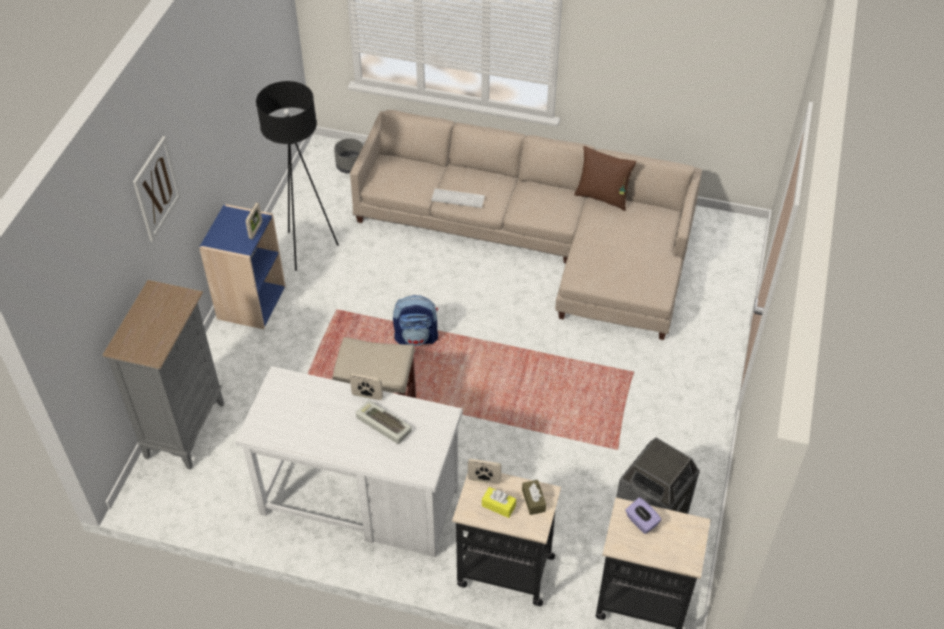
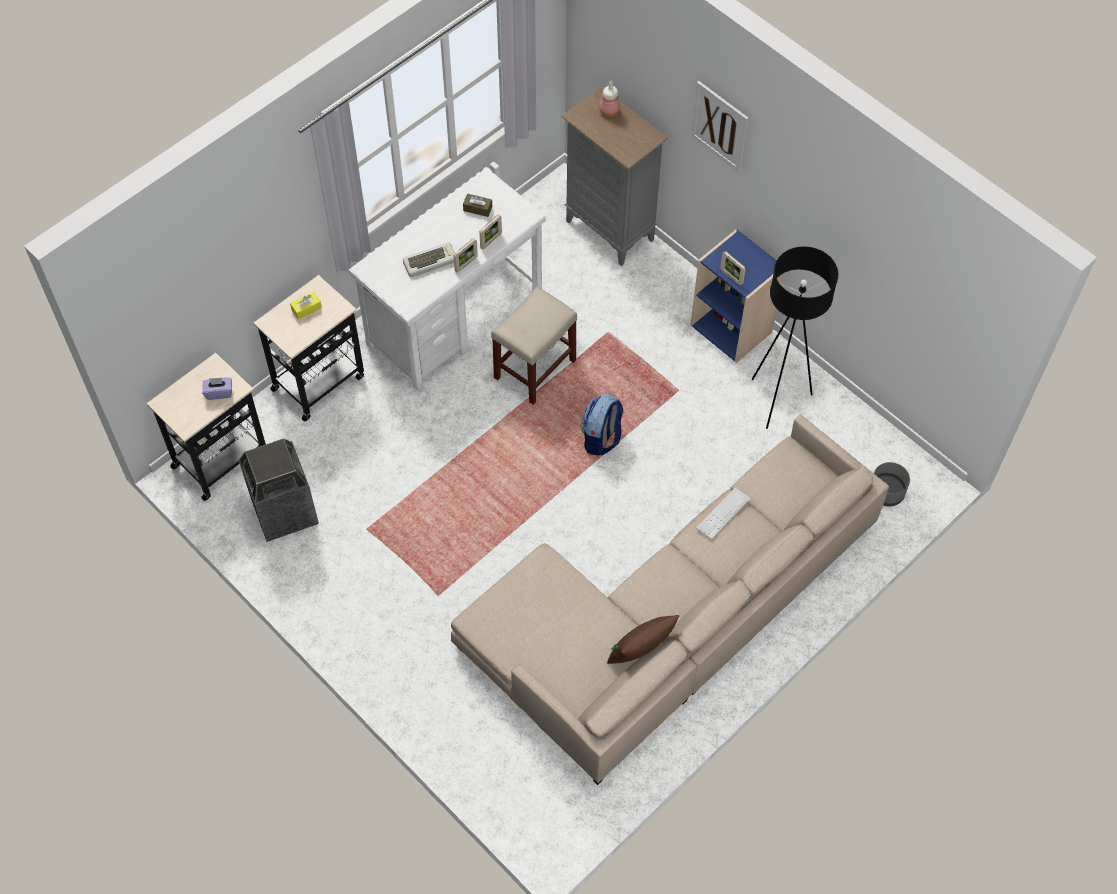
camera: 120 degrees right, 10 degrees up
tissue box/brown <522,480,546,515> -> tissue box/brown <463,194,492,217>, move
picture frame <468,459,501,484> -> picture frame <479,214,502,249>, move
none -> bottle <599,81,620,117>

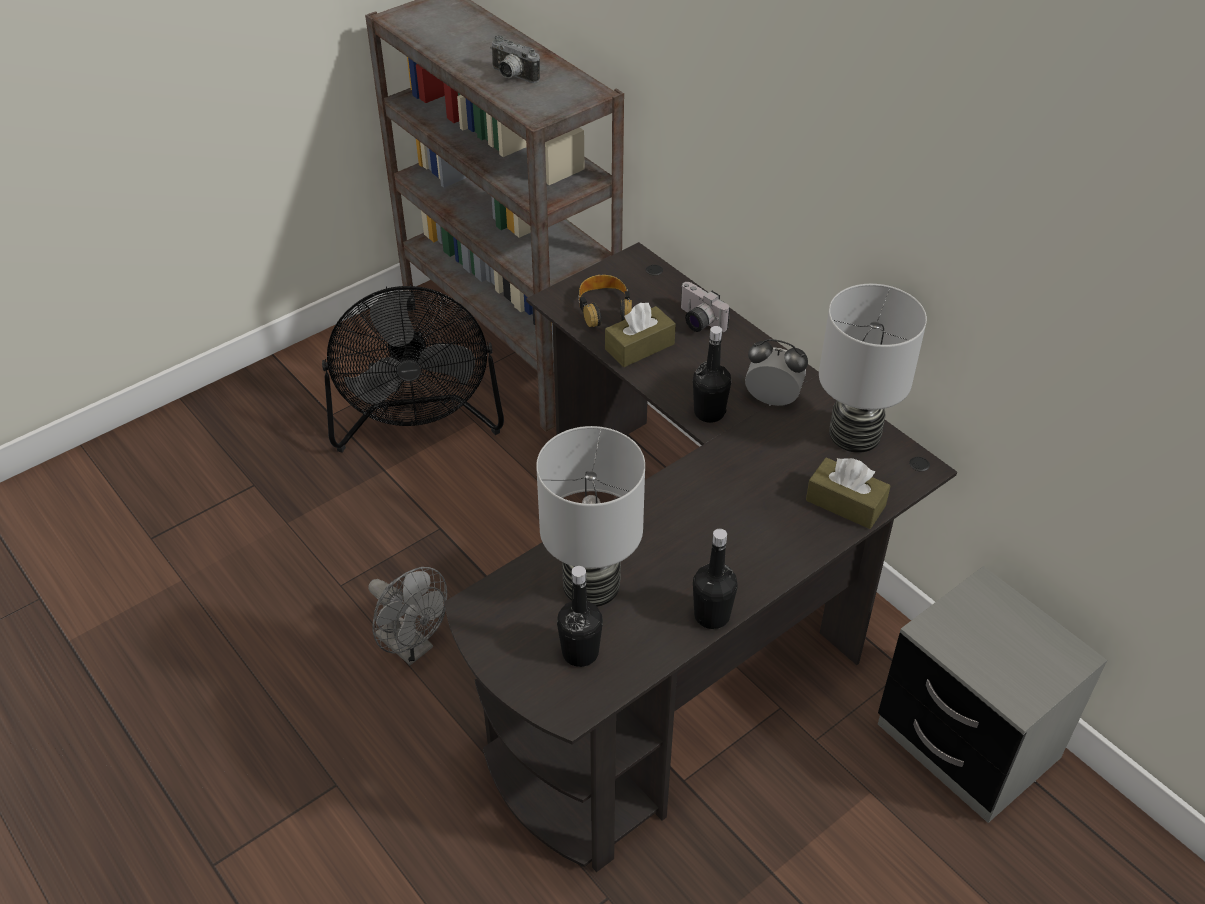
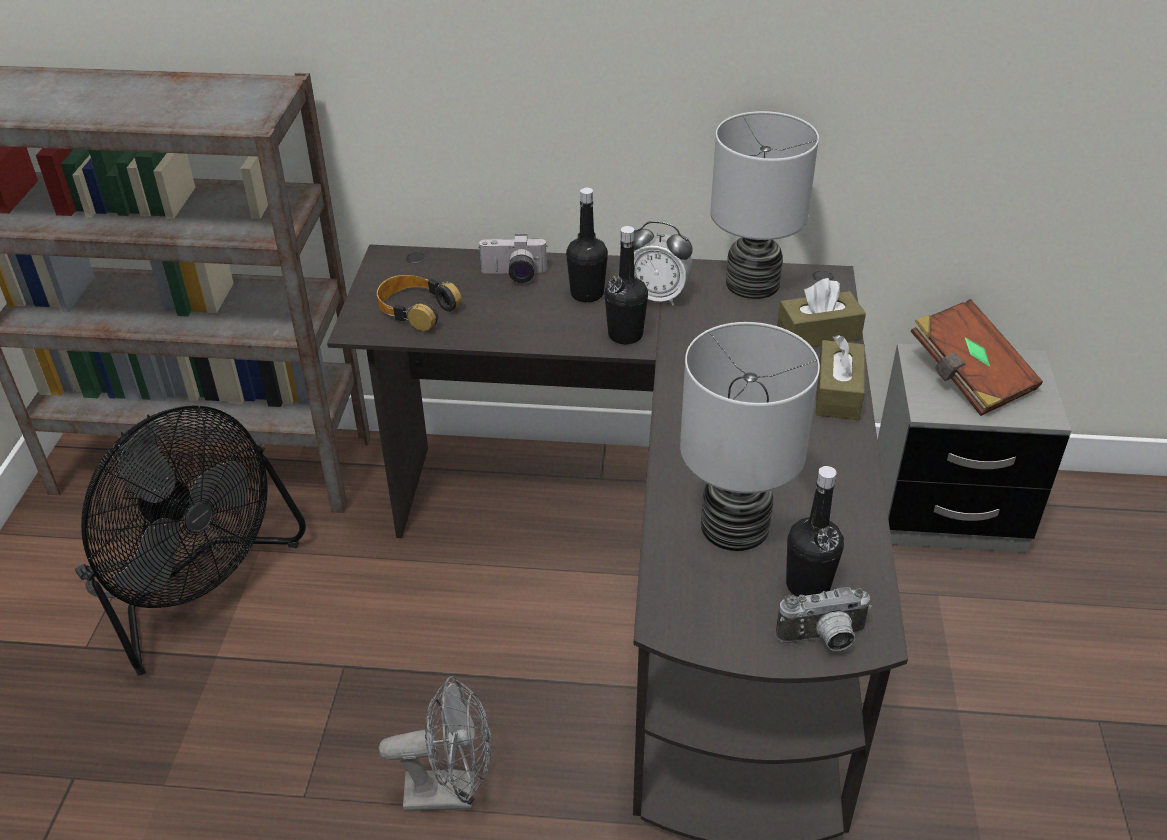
camera: 45 degrees left, 5 degrees down
bottle/black <693,528,738,629> -> bottle/black <566,187,608,302>, move
alarm clock <745,339,808,406> -> alarm clock <634,221,693,306>, 135 degrees counterclockwise
photo camera <490,35,540,83> -> photo camera <776,587,872,651>, move
tissue box/brown <605,303,676,367> -> tissue box/brown <816,335,865,420>, move
none -> book/brown <910,299,1043,416>

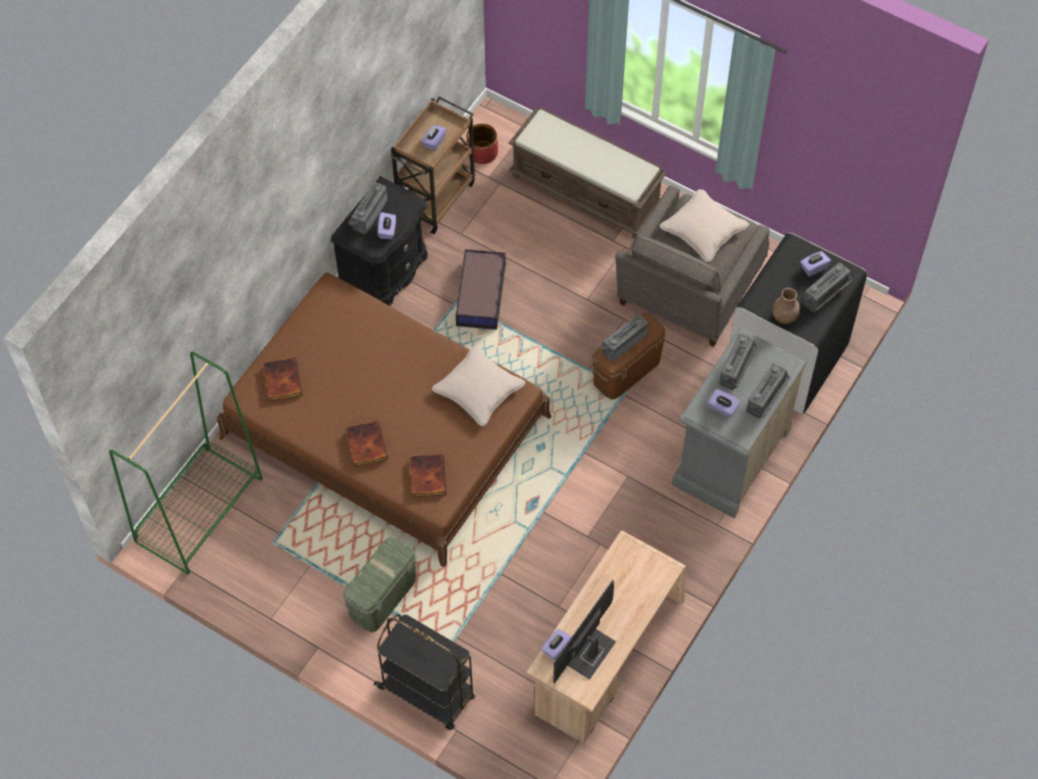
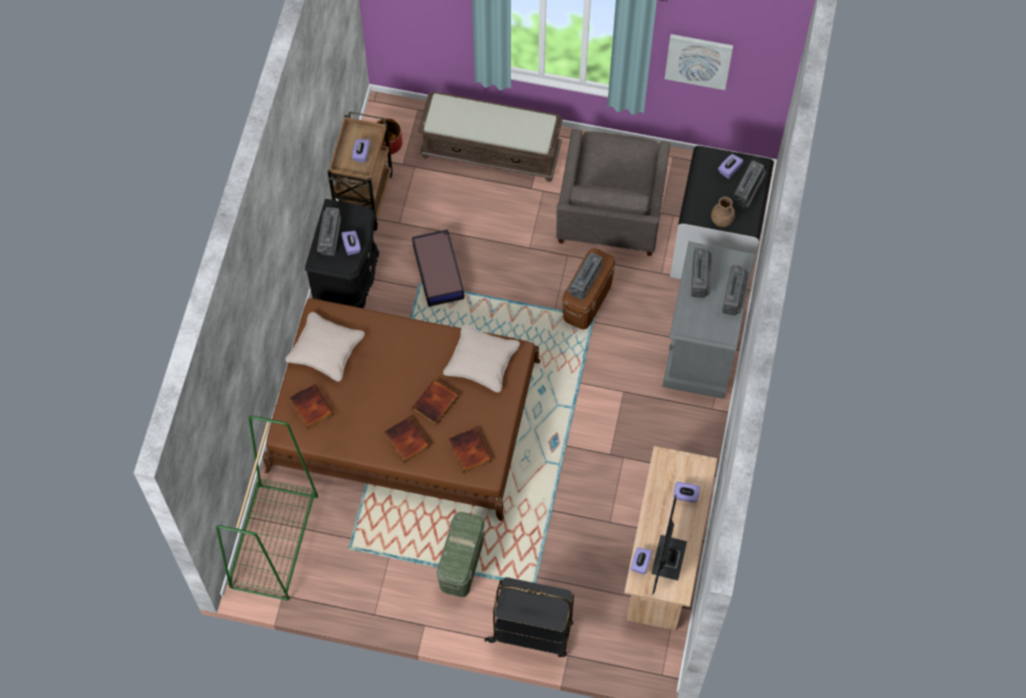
camera: 20 degrees left, 5 degrees up
pillow/beige <660,189,749,262> -> pillow/beige <286,312,365,382>, move
none -> book <412,380,459,426>
none -> picture <665,34,733,90>
tissue box/purple <708,389,740,418> -> tissue box/purple <673,482,700,503>, move

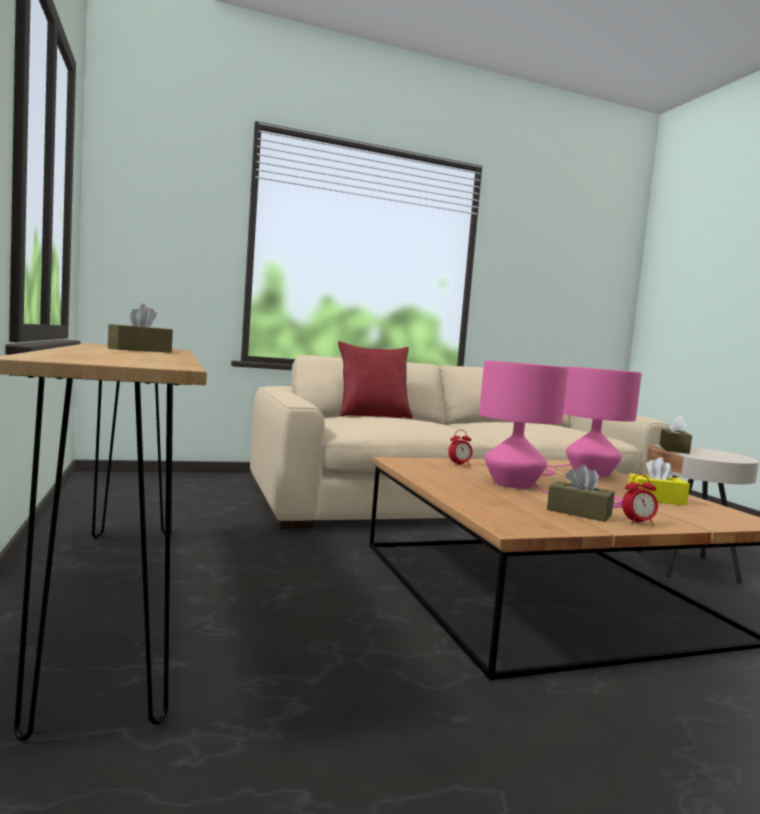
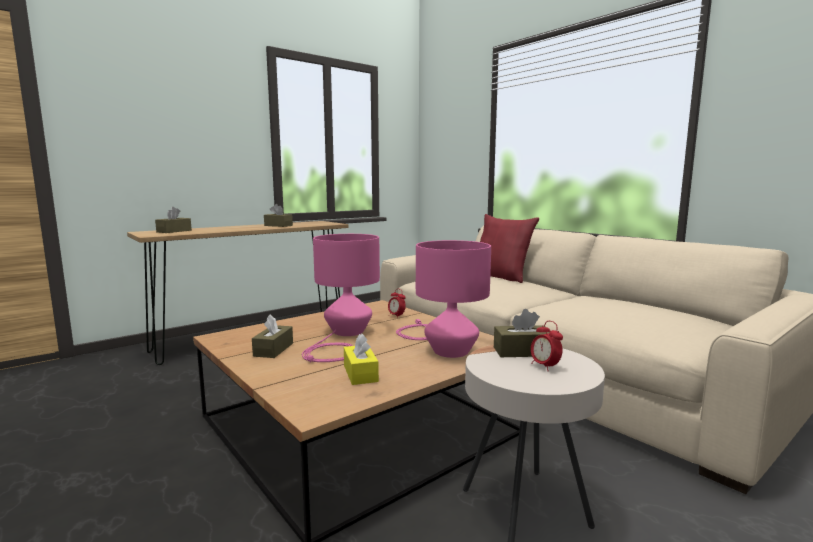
camera: 70 degrees right, 5 degrees up
none -> tissue box/brown <155,207,192,233>
alarm clock <622,474,658,525> -> alarm clock <531,321,563,371>, move

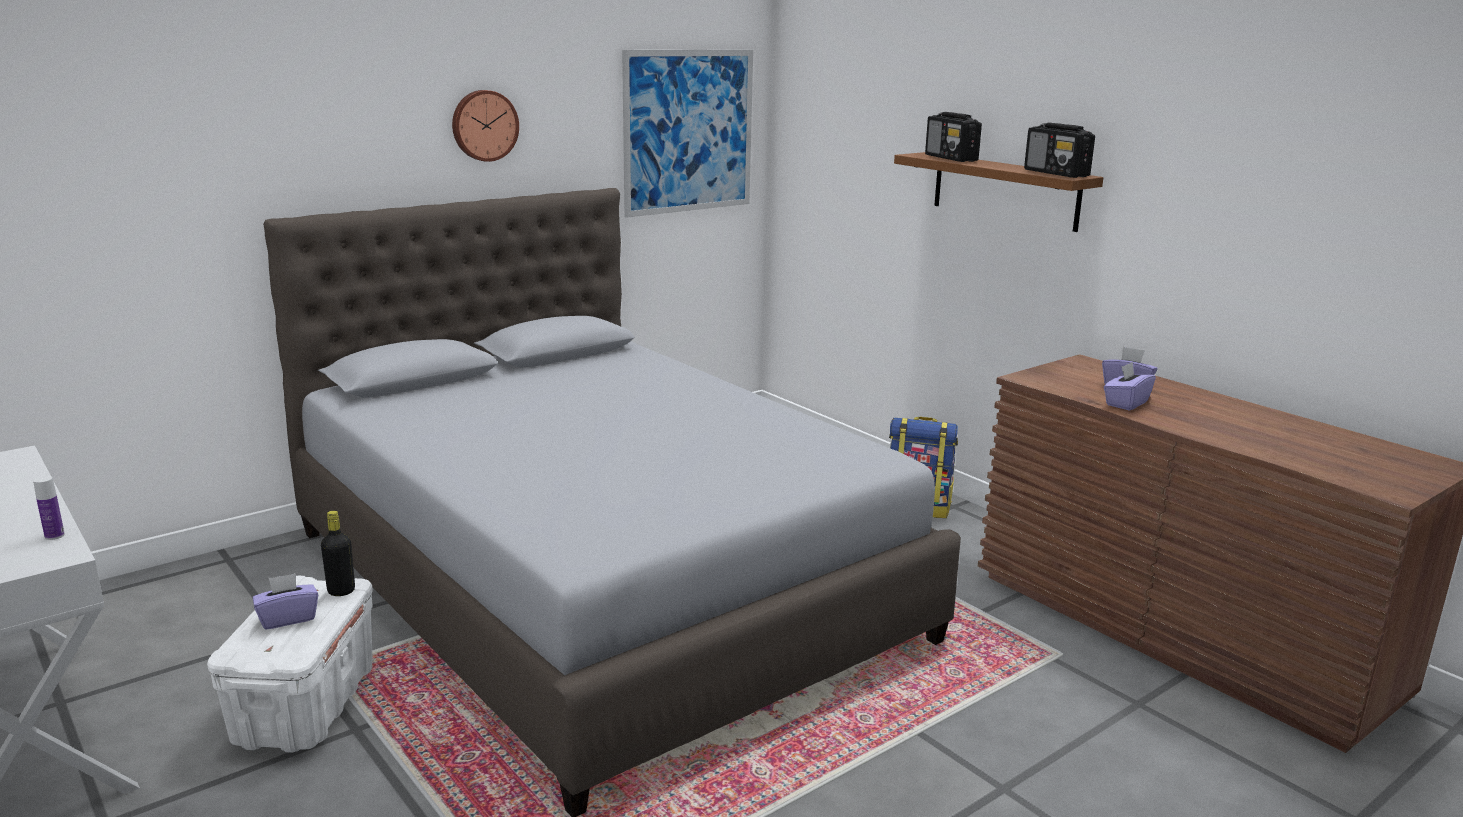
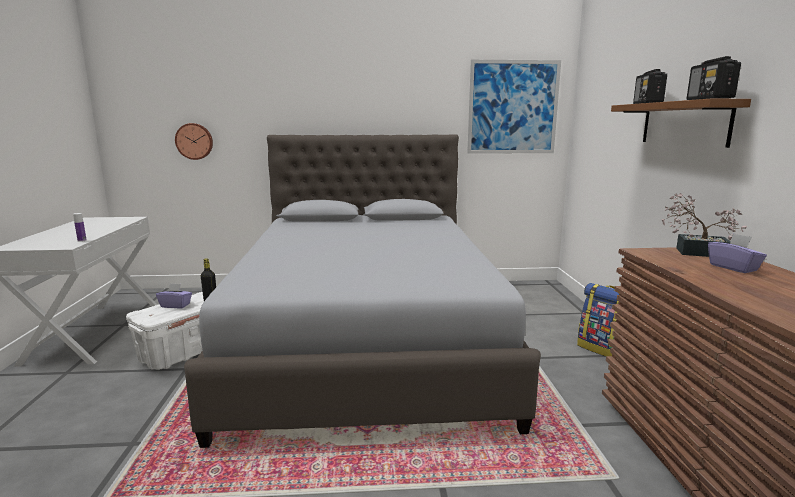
camera: 35 degrees right, 5 degrees down
wall clock <452,90,519,162> -> wall clock <175,123,213,160>, move
none -> potted plant <662,193,747,257>
tissue box/purple <1104,362,1156,411> -> none

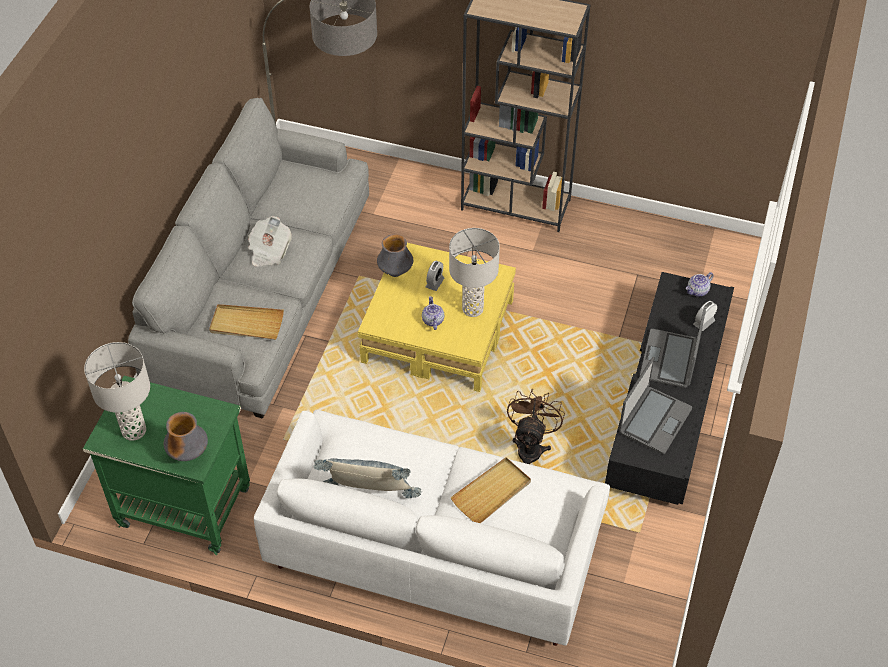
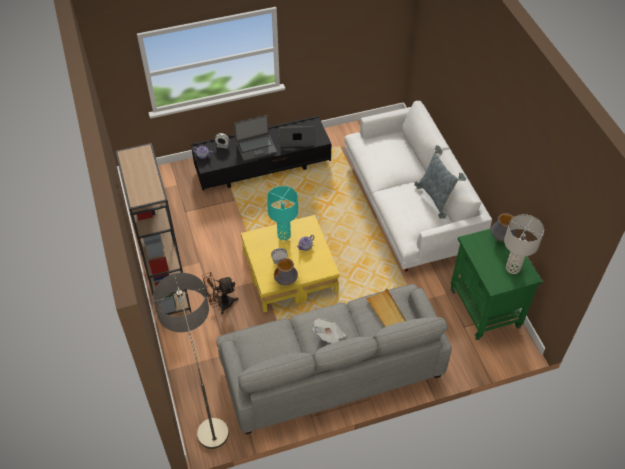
camera: 125 degrees left, 0 degrees up
fan/brown <507,388,565,464> -> fan/brown <202,272,238,314>, move
table lamp/white <449,228,500,317> -> table lamp/turquoise <267,186,298,240>
tray/beige <451,458,531,523> -> none

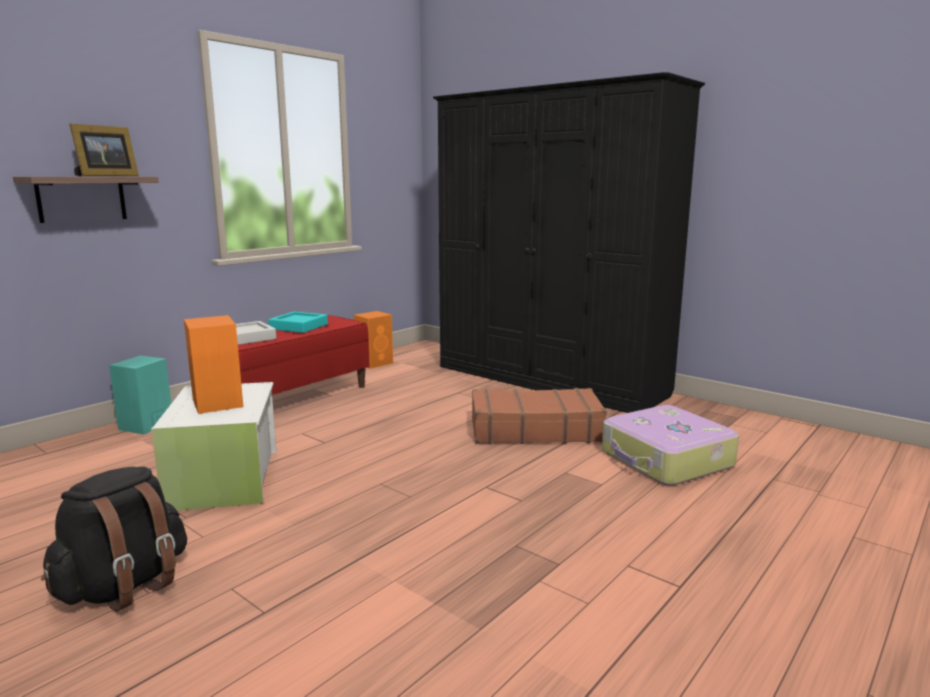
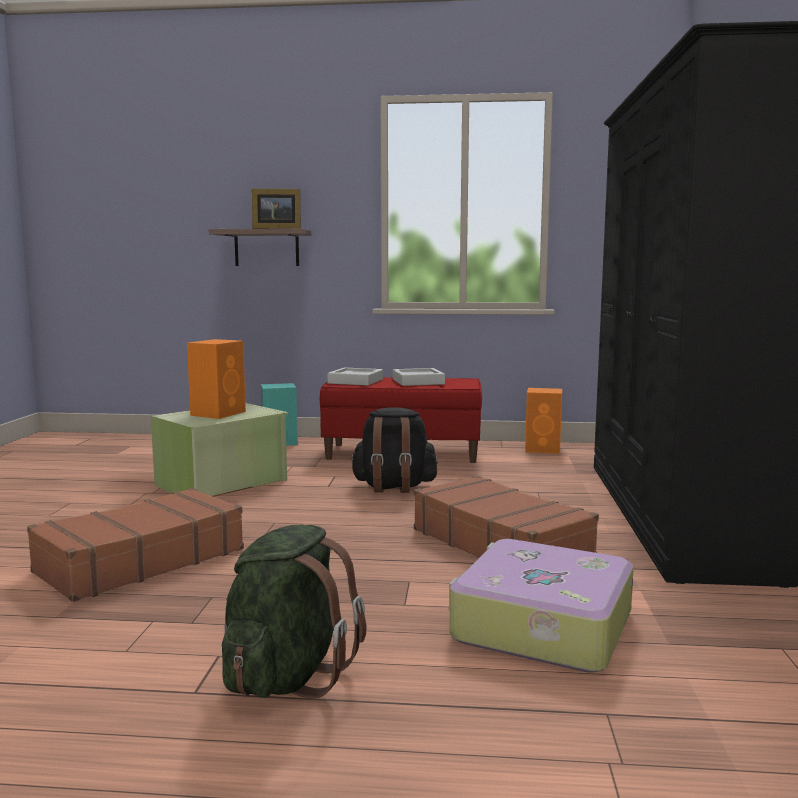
camera: 55 degrees right, 5 degrees down
none -> suitcase/brown <27,488,244,602>
storage box/white <151,382,277,510> -> storage box/green <151,403,288,497>
none -> backpack/green <222,525,366,699>
backpack/black <41,467,187,612> -> backpack/black <350,407,438,493>, move
tray/turquoise <268,312,328,333> -> tray/grey <393,368,445,386>

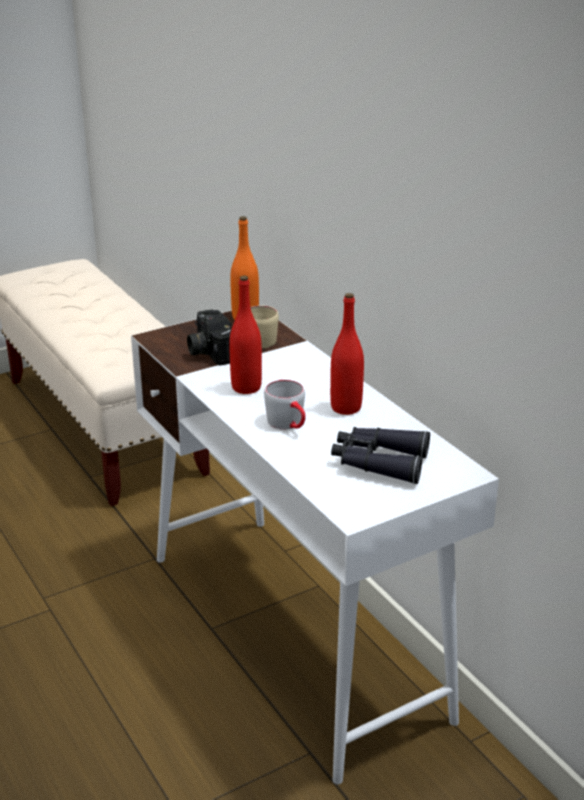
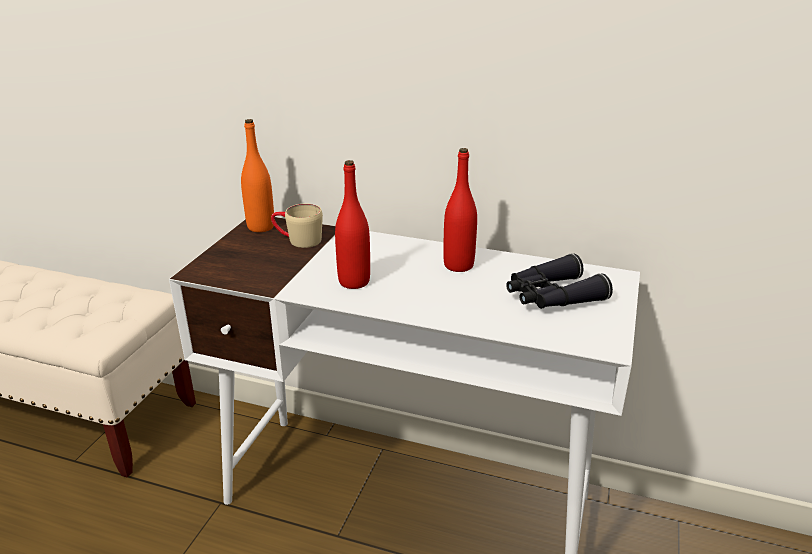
camera: 40 degrees left, 0 degrees up
photo camera <187,309,231,366> -> none
mug/grey <264,379,306,430> -> none

